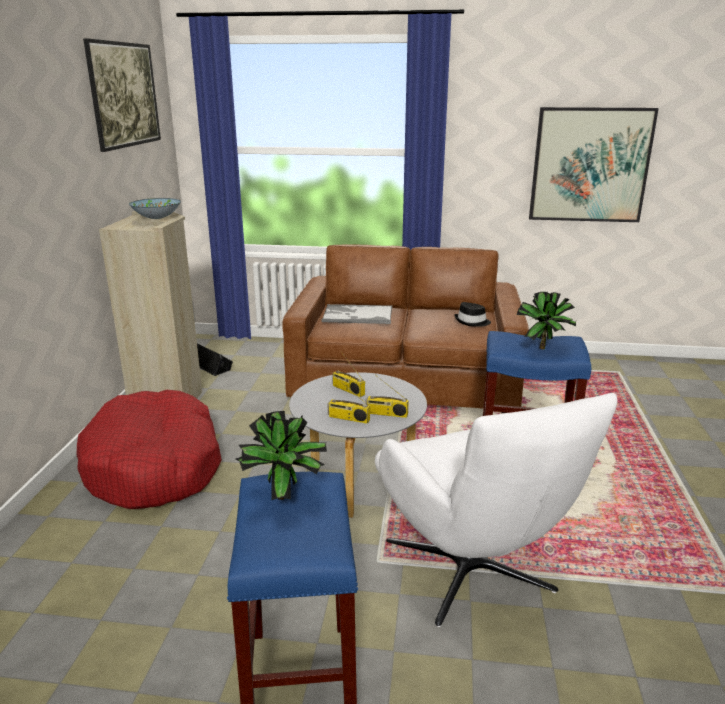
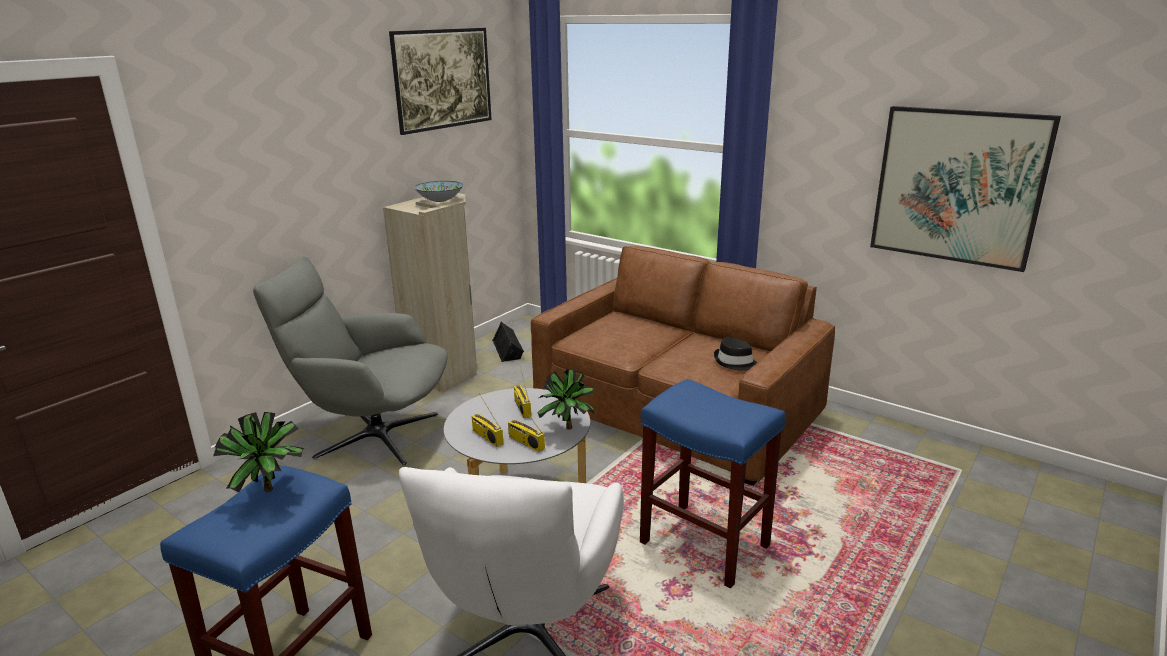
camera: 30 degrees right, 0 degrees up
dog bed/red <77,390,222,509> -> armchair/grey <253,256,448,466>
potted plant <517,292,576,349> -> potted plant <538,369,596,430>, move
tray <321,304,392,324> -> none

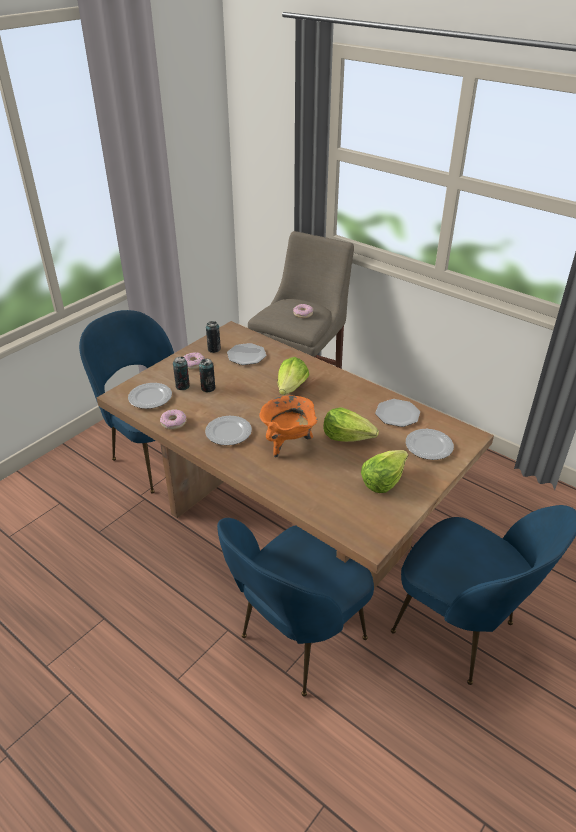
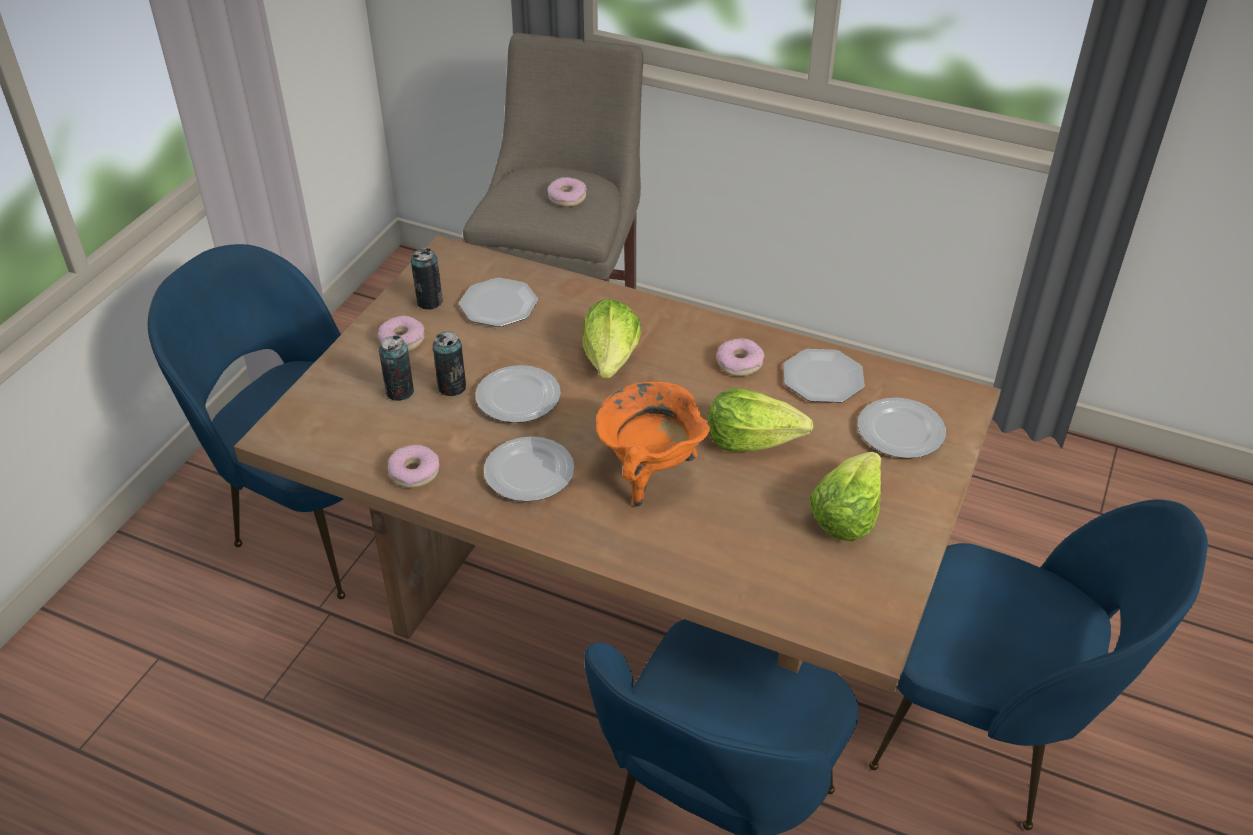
camera: 15 degrees left, 5 degrees up
plate <128,383,172,409> -> plate <476,365,561,423>, move
none -> donut <717,338,765,376>

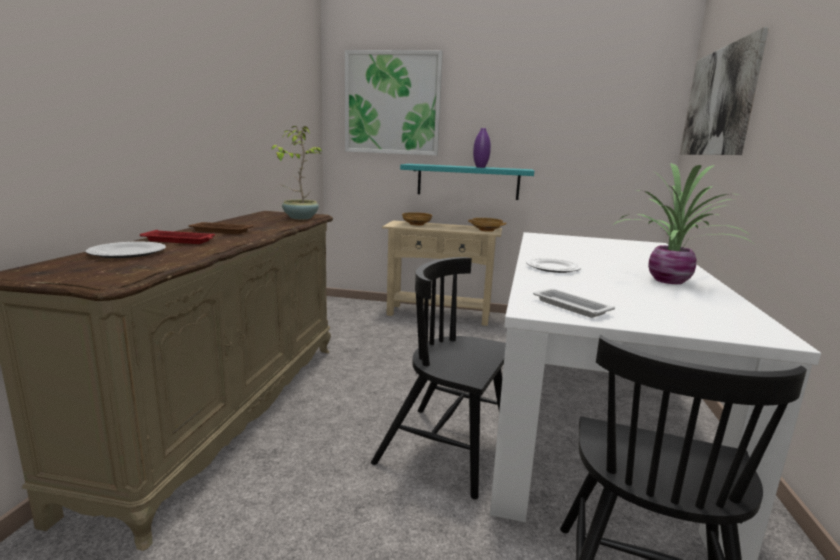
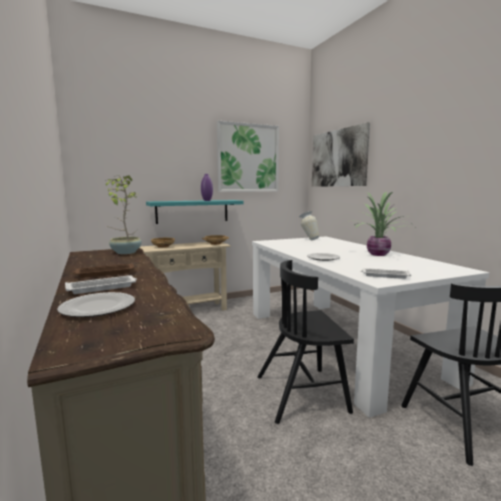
camera: 35 degrees left, 5 degrees down
tray/red <140,230,215,244> -> tray/white <65,275,137,294>
picture <345,50,443,156> -> picture <217,121,279,192>, move
none -> vase <299,211,319,240>

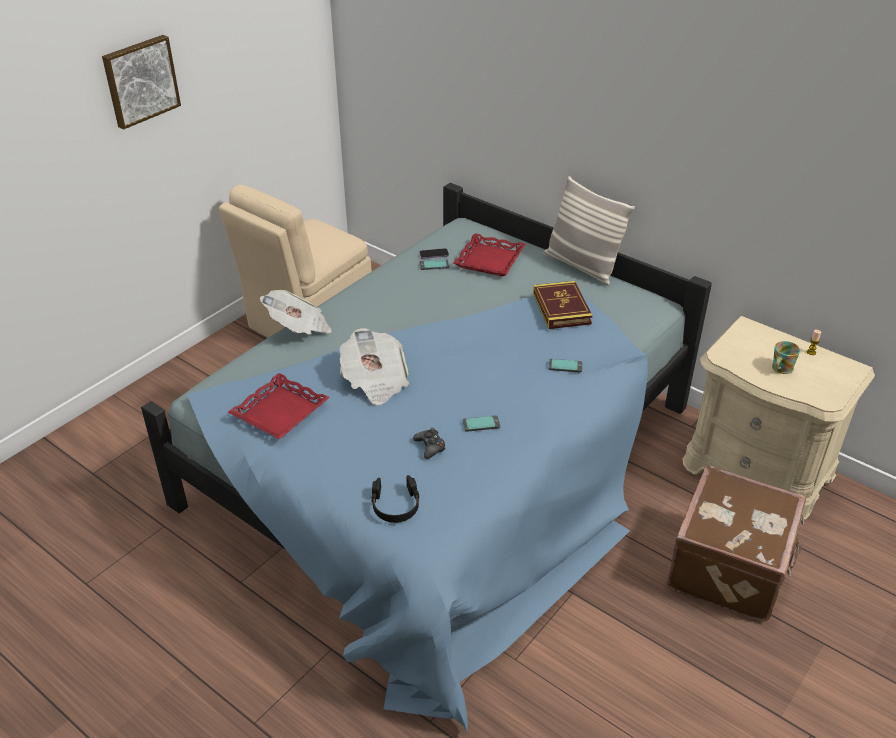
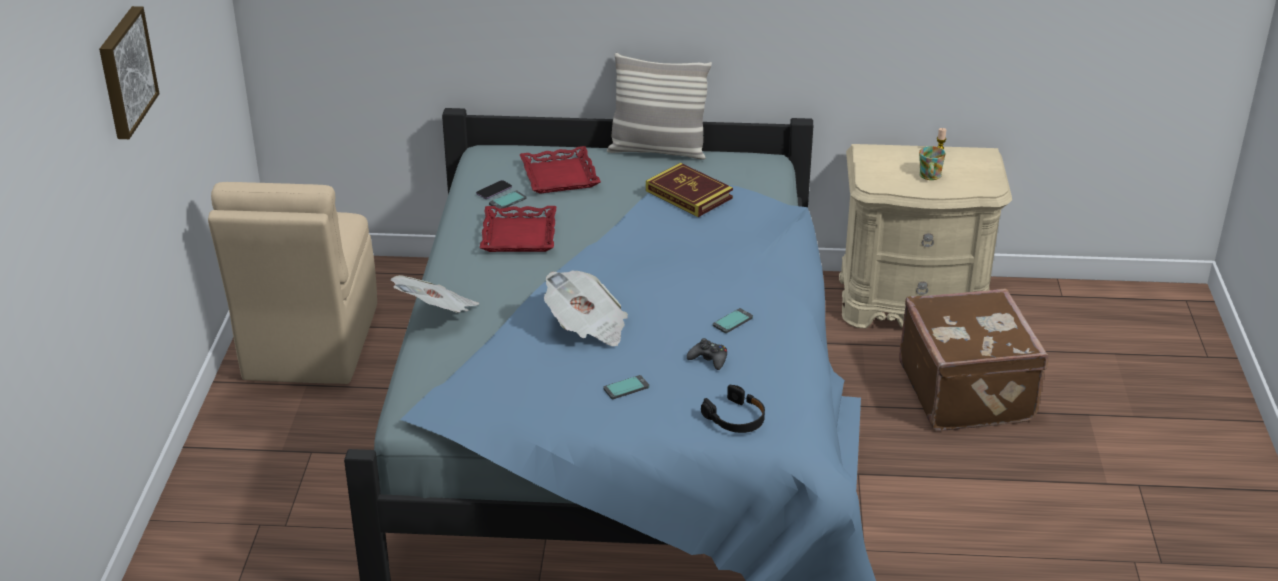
camera: 35 degrees left, 5 degrees down
tray/red <228,373,330,439> -> tray/red <480,206,556,252>, move
phone <549,359,582,373> -> phone <603,375,649,399>, move

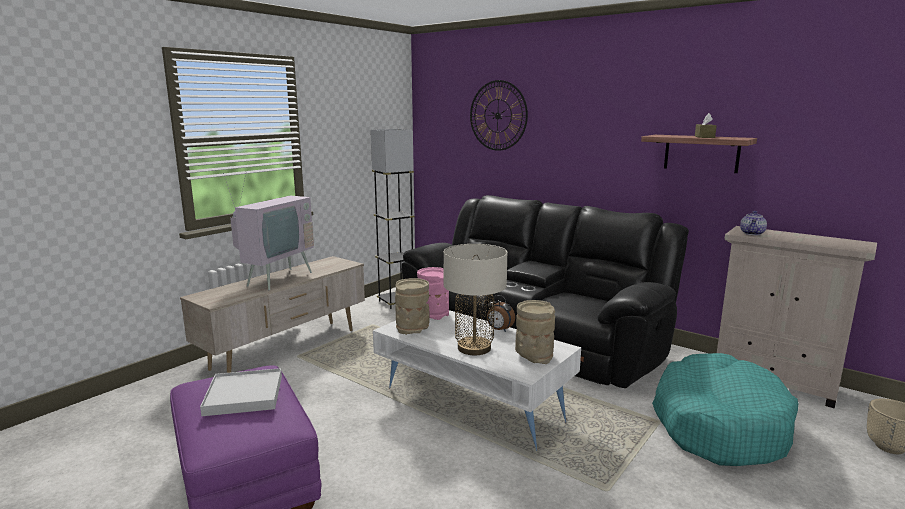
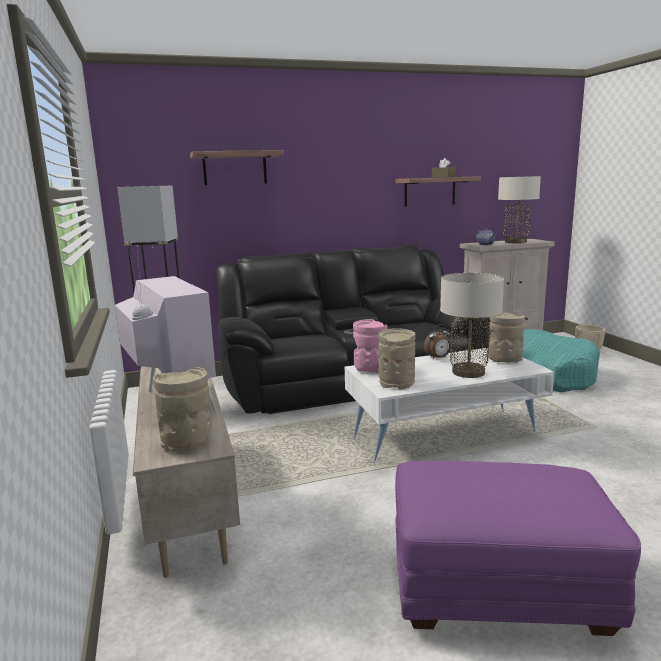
camera: 55 degrees left, 0 degrees up
none -> vase/beige <153,367,212,452>
wall clock <470,80,528,151> -> shelf <190,150,284,185>
none -> table lamp <498,176,541,243>
tray/white <200,368,282,416> -> none

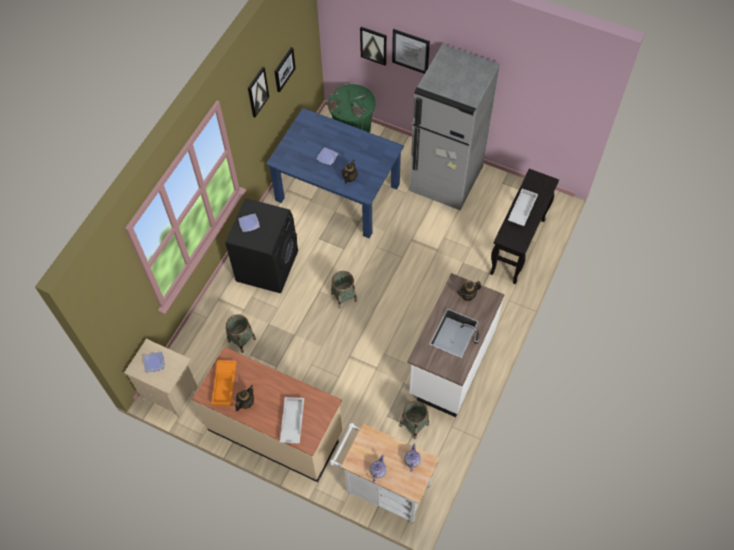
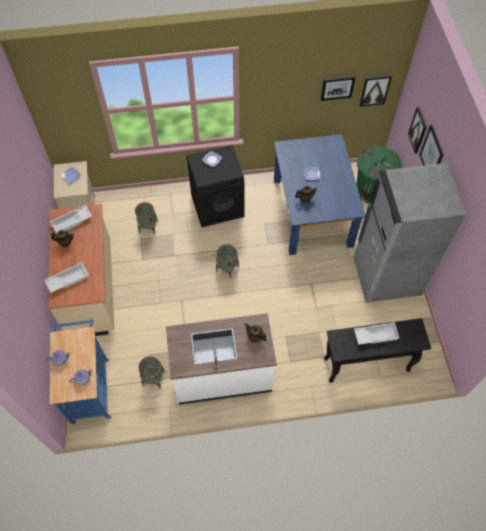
camera: 55 degrees right, 0 degrees up
tray/orange <211,360,236,406> -> tray/white <50,205,92,233>
cart/white <330,423,439,524> -> cart/blue <50,319,111,424>
picture <248,67,269,117> -> picture <360,75,392,107>, move

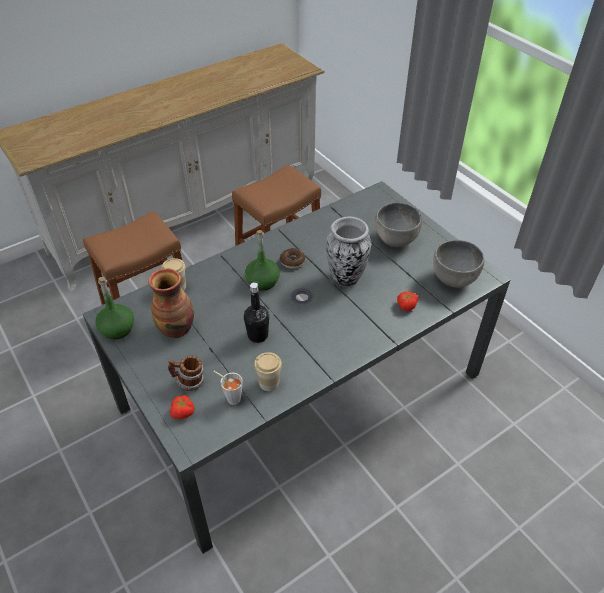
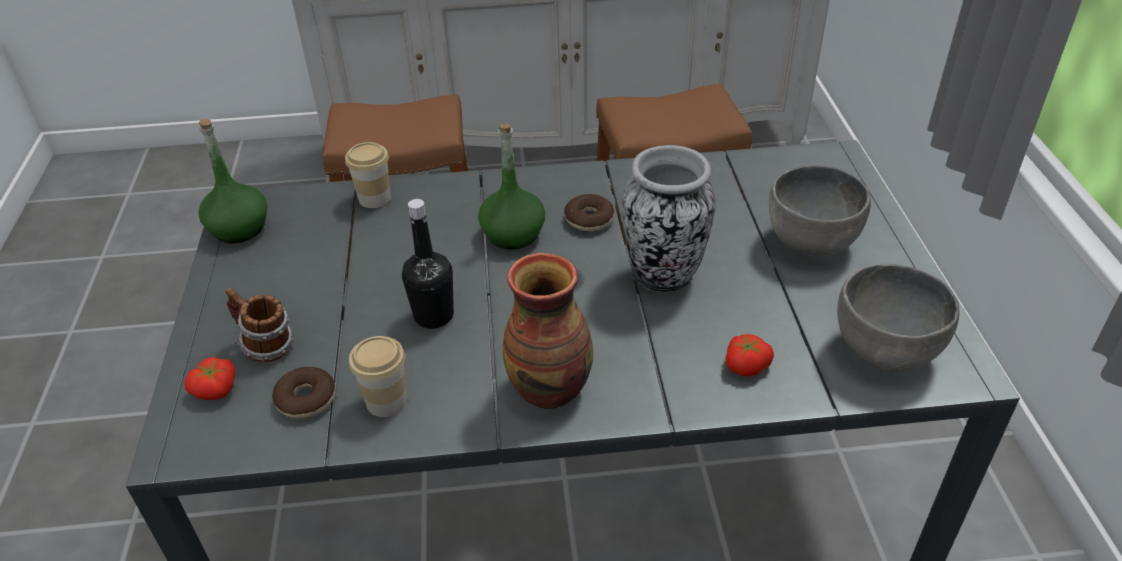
camera: 30 degrees right, 5 degrees down
cup/grey <213,371,243,405> -> donut <272,367,335,419>
vase <148,268,194,338> -> vase <503,253,593,409>, move

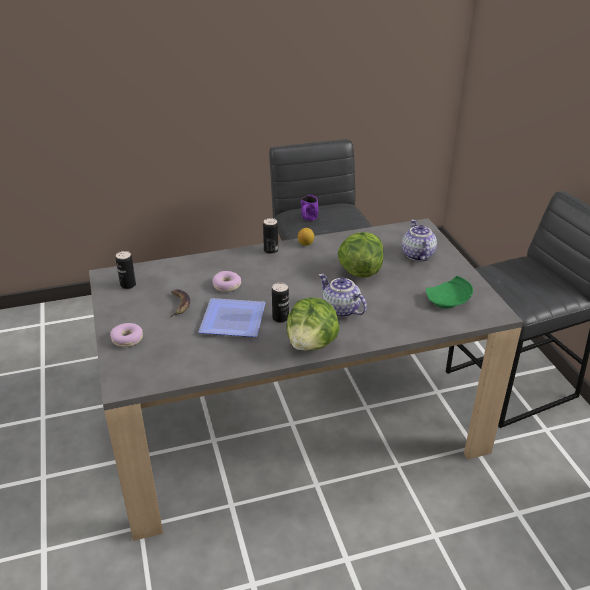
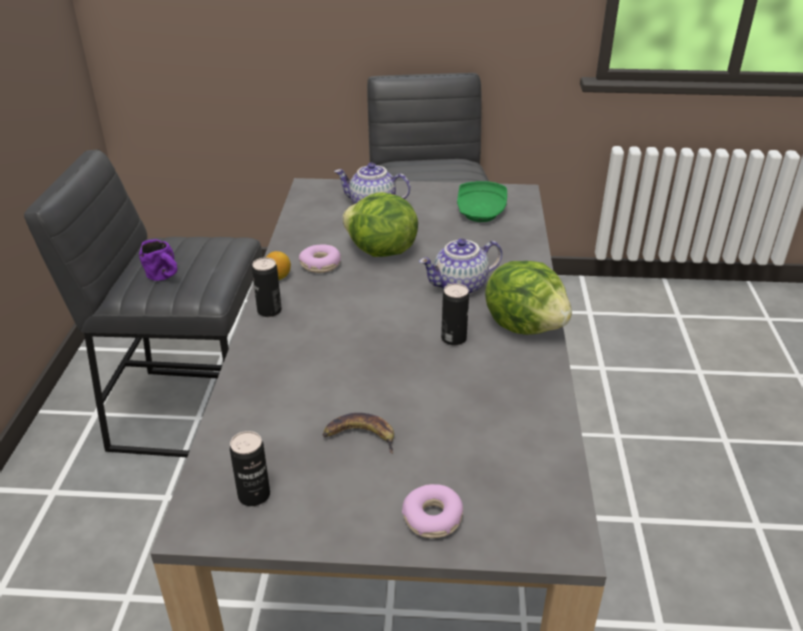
camera: 70 degrees left, 0 degrees up
donut <212,271,241,292> -> donut <299,245,341,273>, move
plate <199,298,266,337> -> none

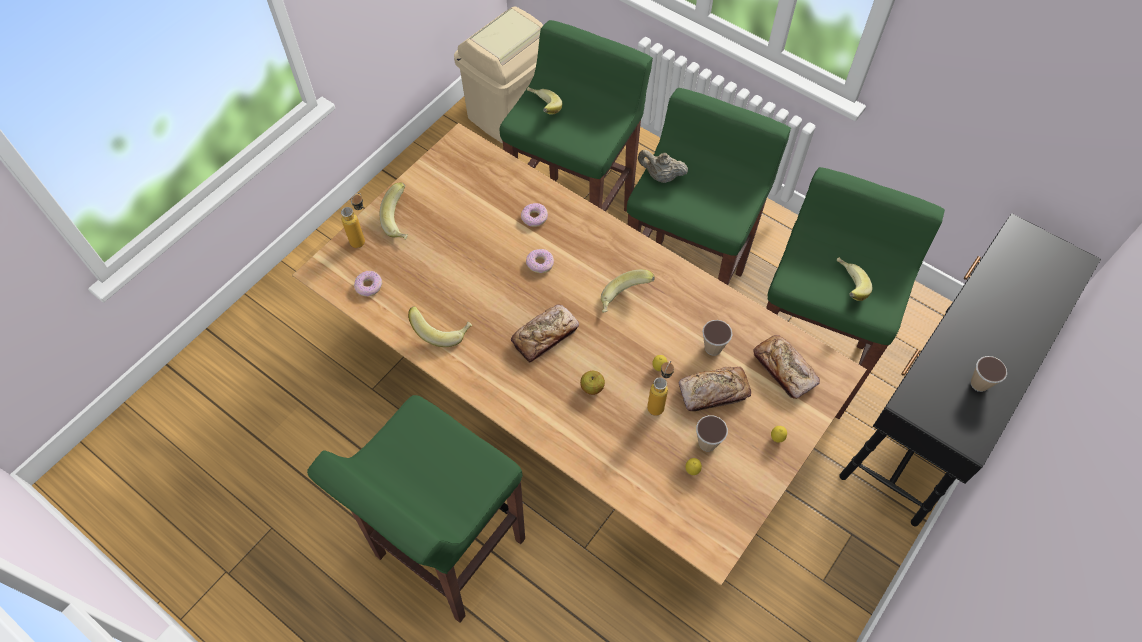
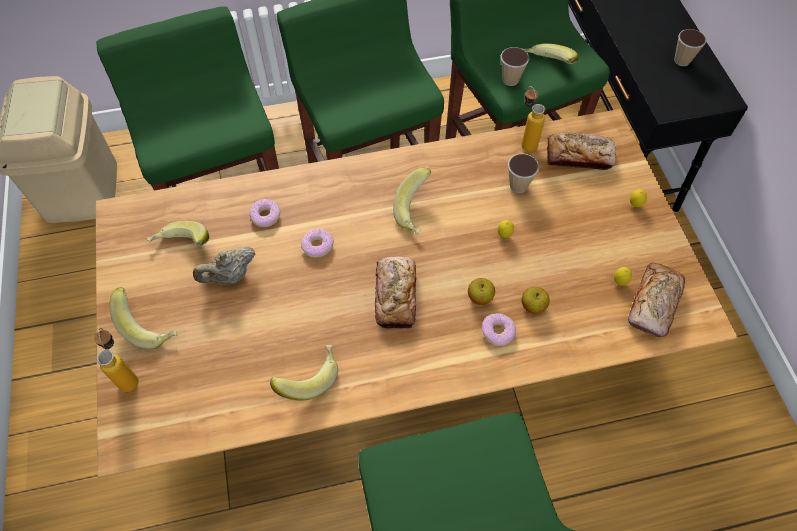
camera: 50 degrees left, 0 degrees up
banana <527,87,562,115> -> banana <147,221,209,246>, move
teapot/beige <638,150,688,183> -> teapot/beige <193,246,256,285>, move
donut <354,271,383,296> -> donut <482,313,516,346>, move
cup <696,415,728,452> -> cup <501,47,530,86>, move
bottle <647,361,674,416> -> bottle <521,86,545,152>, move
none -> apple <522,287,549,314>
bread <679,367,751,411> -> bread <628,262,685,337>, move

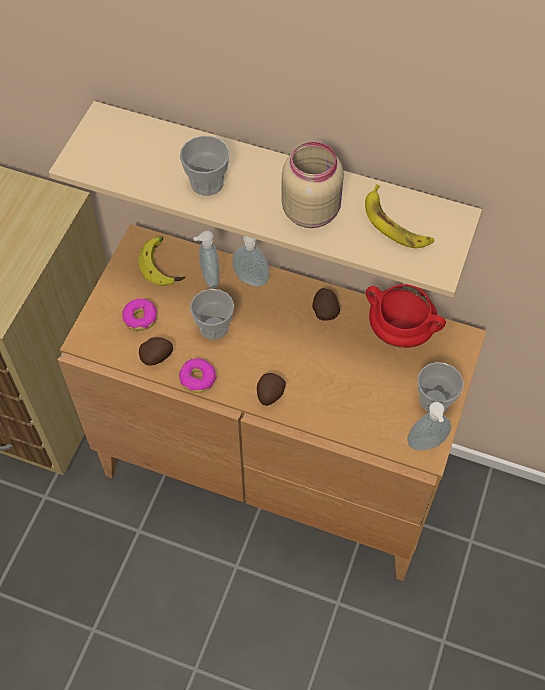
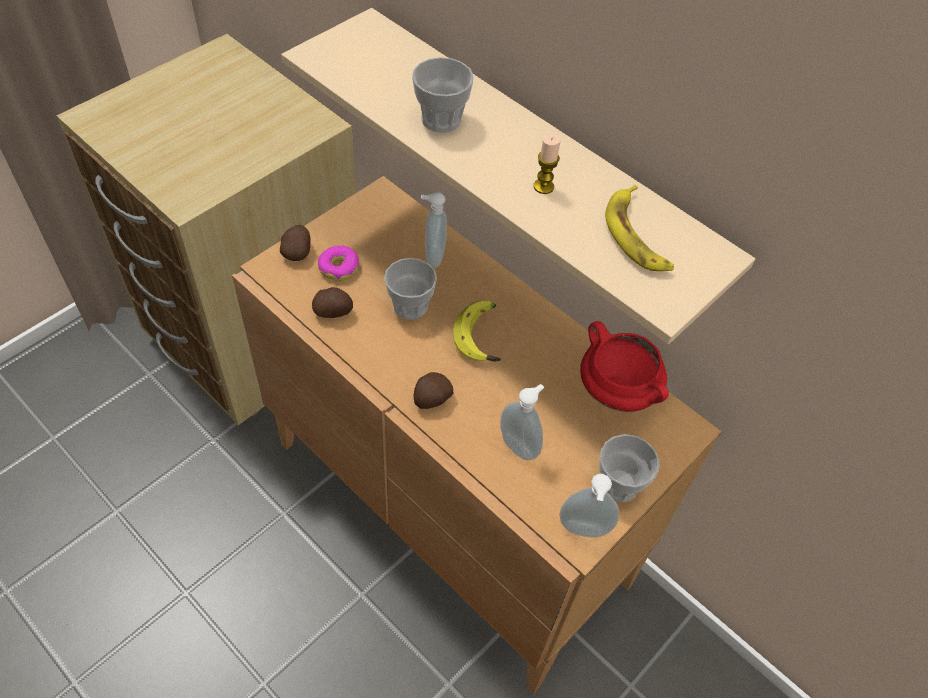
camera: 20 degrees right, 5 degrees down
potato <312,288,340,321> -> potato <280,225,311,261>, move
banana <138,237,185,286> -> banana <453,301,501,362>, move
soap dispenser <232,236,270,287> -> soap dispenser <500,384,544,460>, move
jar/beige <281,142,344,228> -> candle <534,134,561,194>
donut <179,358,217,393> -> none

